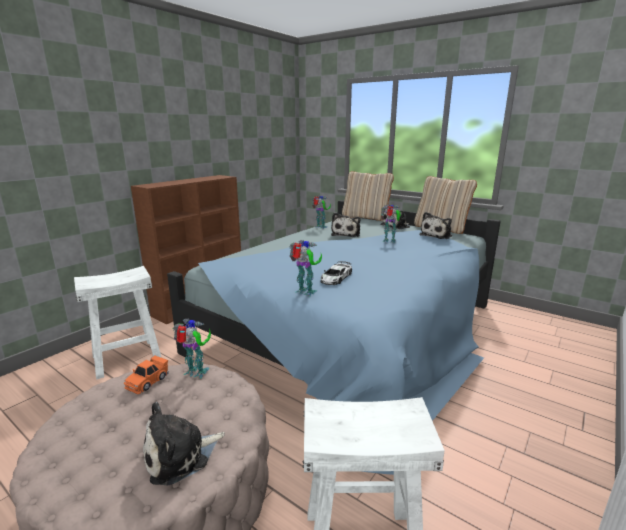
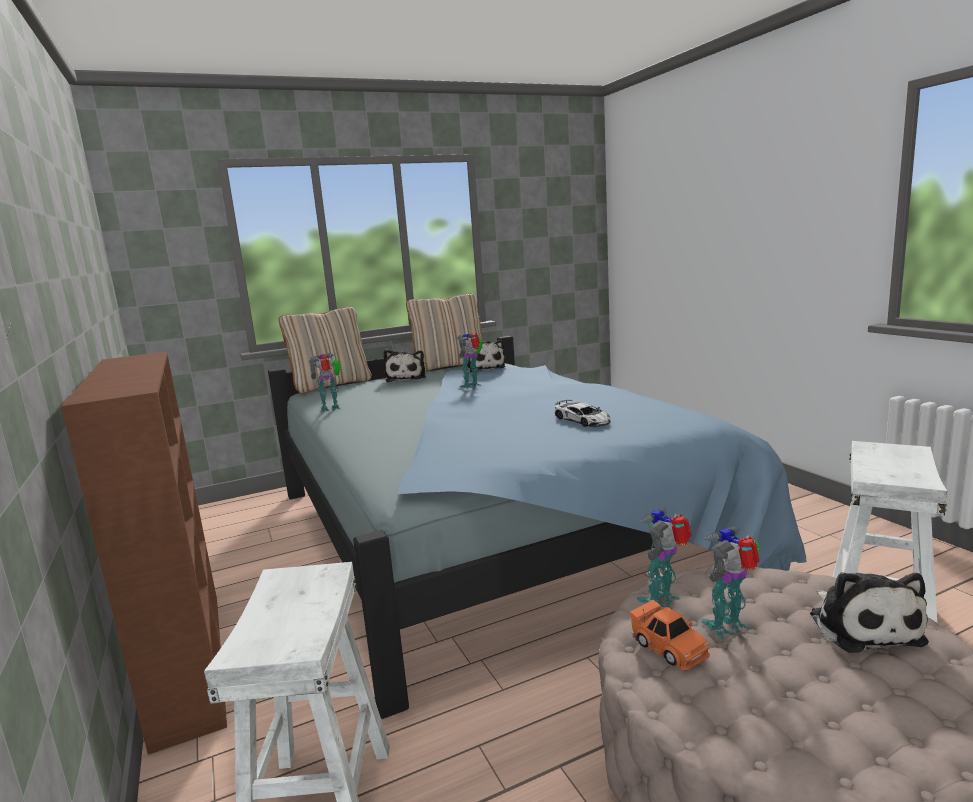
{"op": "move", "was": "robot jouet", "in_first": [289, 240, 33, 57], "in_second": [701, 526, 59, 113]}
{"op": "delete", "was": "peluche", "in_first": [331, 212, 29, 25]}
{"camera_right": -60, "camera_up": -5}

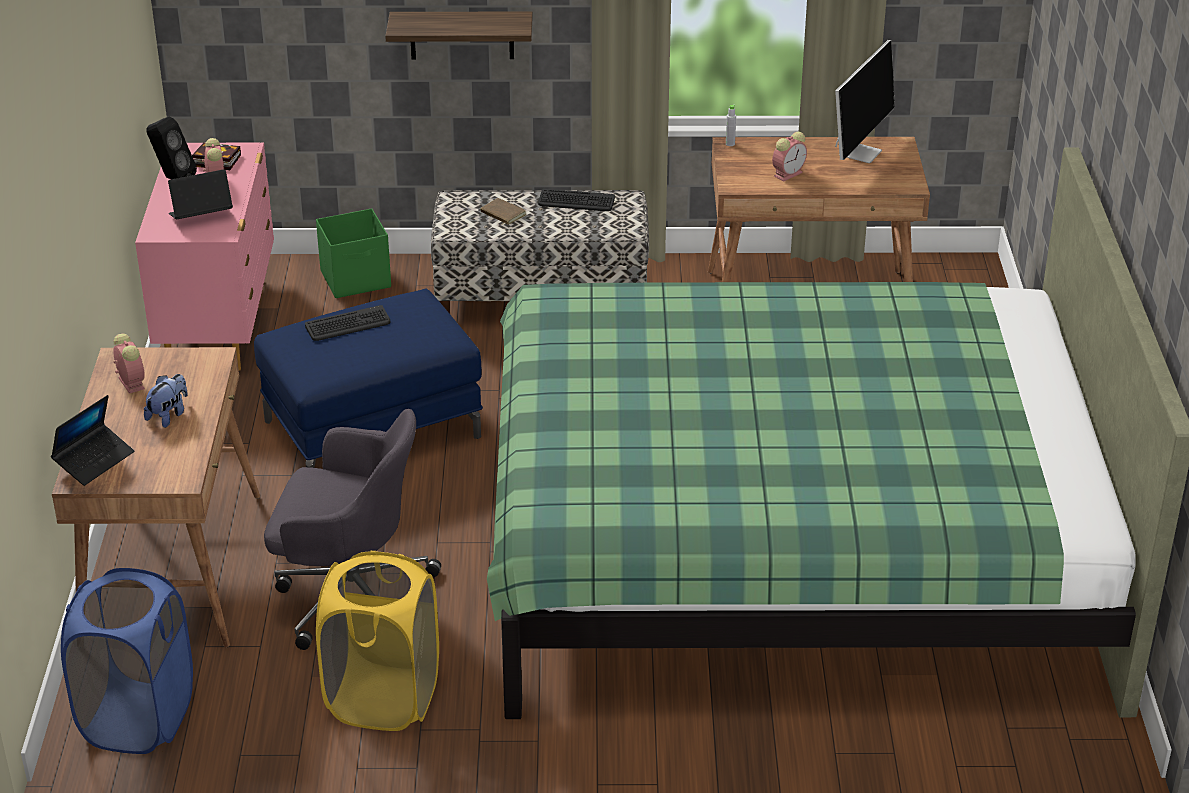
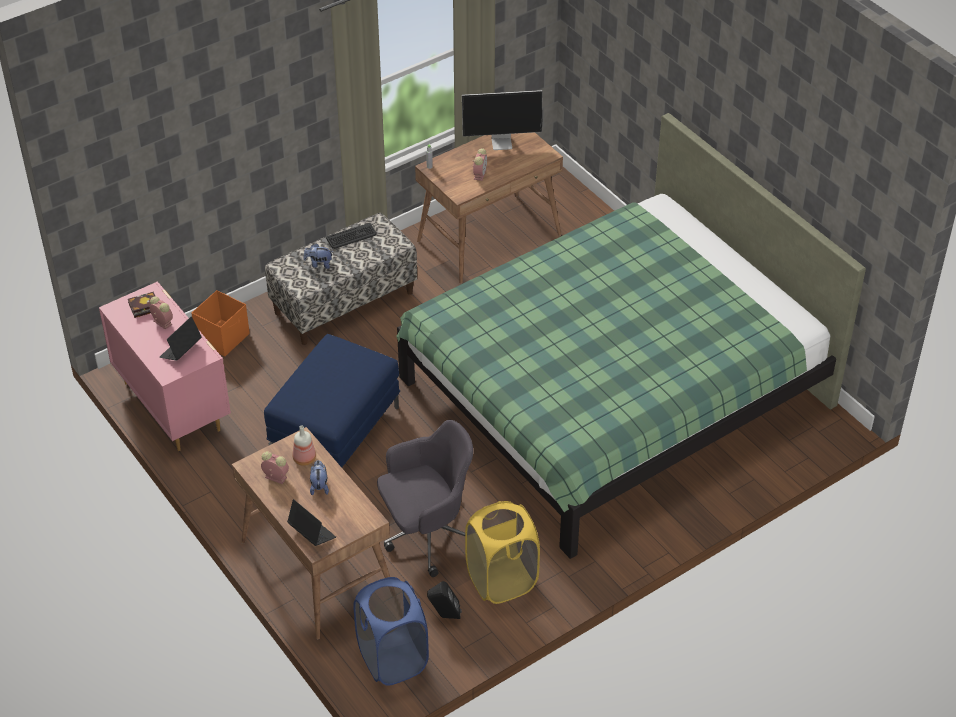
{"op": "rotate", "was": "ordinateur portable", "in_first": [51, 395, 83, 91], "in_second": [287, 499, 49, 47], "clockwise": -45}
{"op": "move", "was": "enceinte (noir)", "in_first": [146, 117, 51, 62], "in_second": [427, 581, 35, 38]}
{"op": "delete", "was": "clavier", "in_first": [305, 305, 85, 36]}
{"op": "recolor", "was": "boîte de rangement (vert)", "now": "boîte de rangement (orange)", "in_first": [316, 208, 75, 90], "in_second": [192, 290, 58, 67]}
{"op": "delete", "was": "étagère", "in_first": [385, 12, 148, 48]}
{"op": "replace", "was": "livre (marron)", "now": "peluche", "in_first": [480, 198, 46, 27], "in_second": [304, 243, 29, 26]}
{"op": "rotate", "was": "écran d'ordinateur", "in_first": [835, 40, 60, 123], "in_second": [462, 90, 80, 60], "clockwise": 90}
{"op": "insert", "now": "bouteille", "in_second": [293, 425, 23, 41]}
{"camera_right": -35, "camera_up": 10}

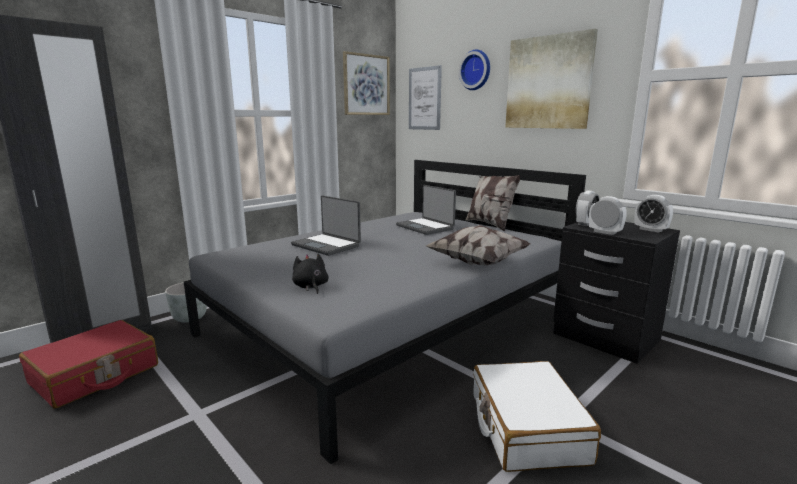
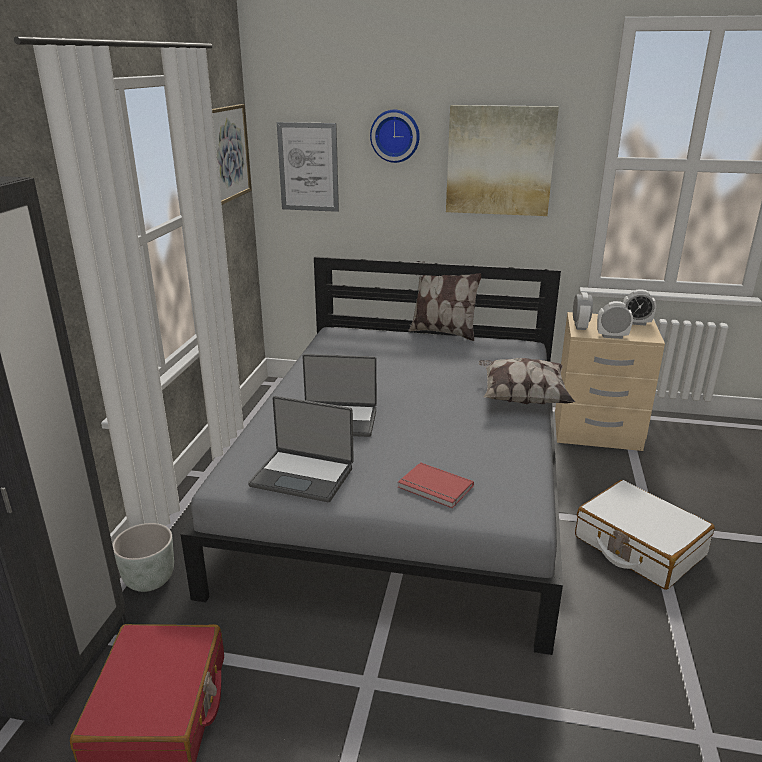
{"op": "replace", "was": "peluche (noir)", "now": "livre (rouge)", "in_first": [292, 254, 37, 40], "in_second": [398, 462, 76, 46]}
{"op": "move", "was": "ordinateur portable", "in_first": [396, 185, 60, 50], "in_second": [248, 396, 106, 106]}
{"op": "recolor", "was": "table de chevet (noir)", "now": "table de chevet (beige)", "in_first": [553, 222, 127, 142], "in_second": [555, 312, 110, 139]}
{"camera_right": -35, "camera_up": 10}

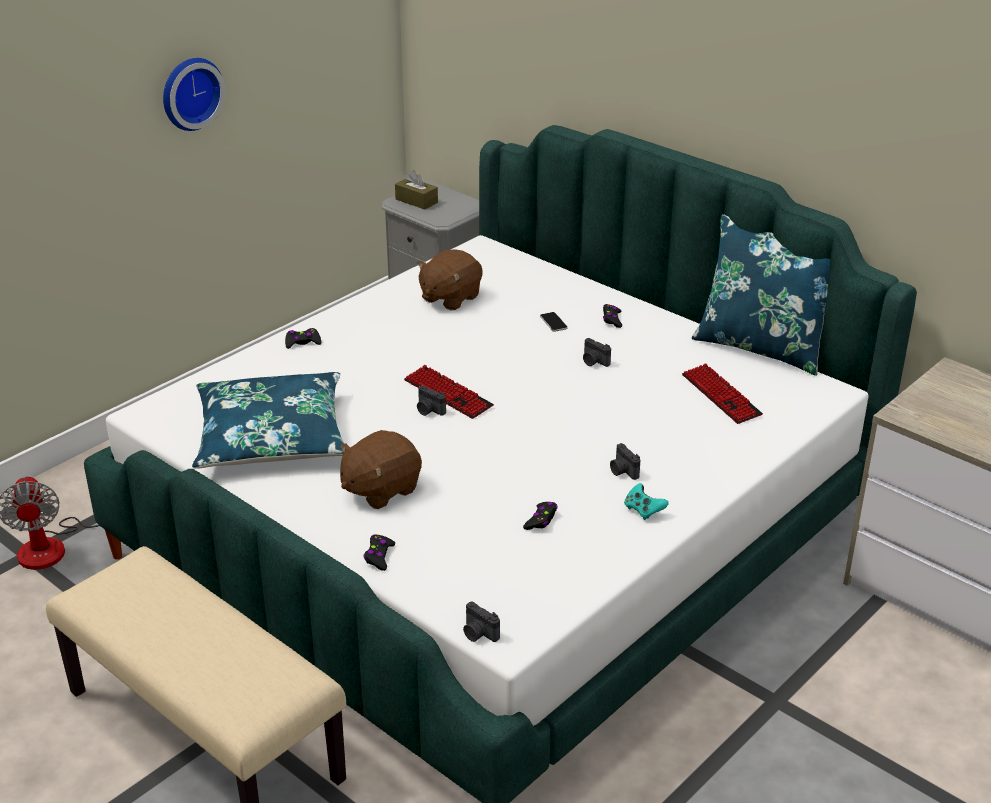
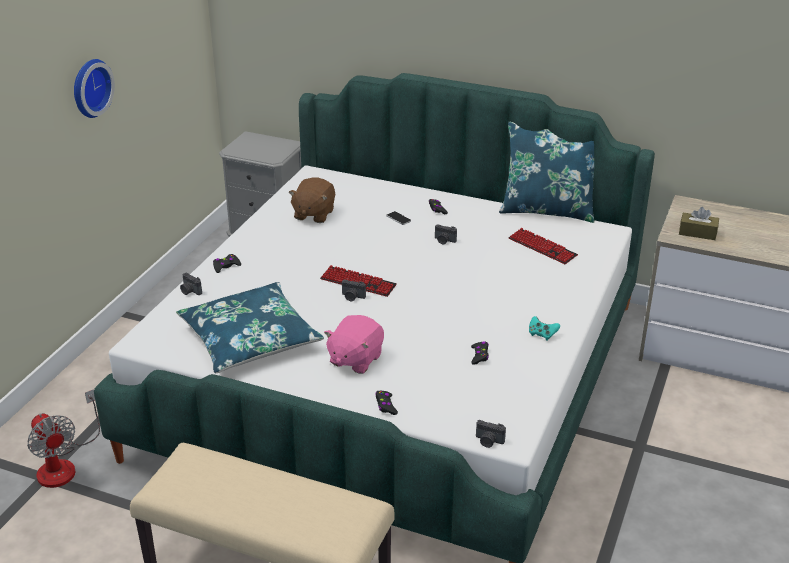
{"op": "recolor", "was": "peluche (marron)", "now": "peluche (rose)", "in_first": [340, 430, 82, 79], "in_second": [324, 315, 60, 59]}
{"op": "move", "was": "boîte à mouchoirs (marron)", "in_first": [395, 170, 43, 40], "in_second": [679, 207, 40, 33]}
{"op": "move", "was": "appareil photo", "in_first": [610, 443, 30, 37], "in_second": [180, 273, 22, 22]}
{"camera_right": -20, "camera_up": 0}

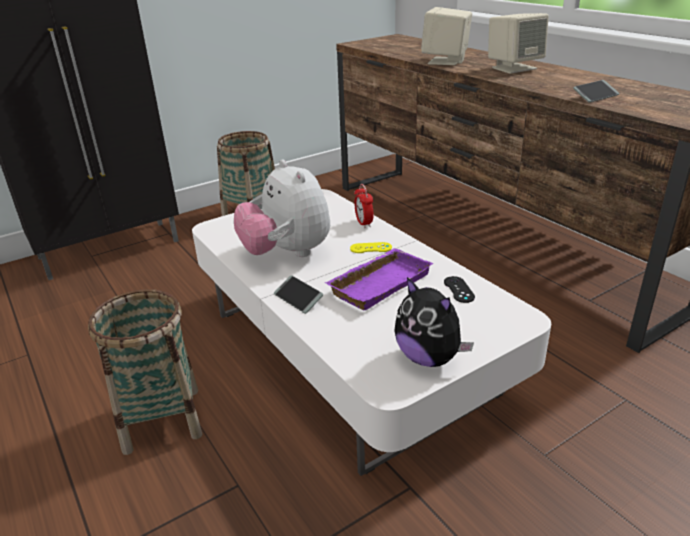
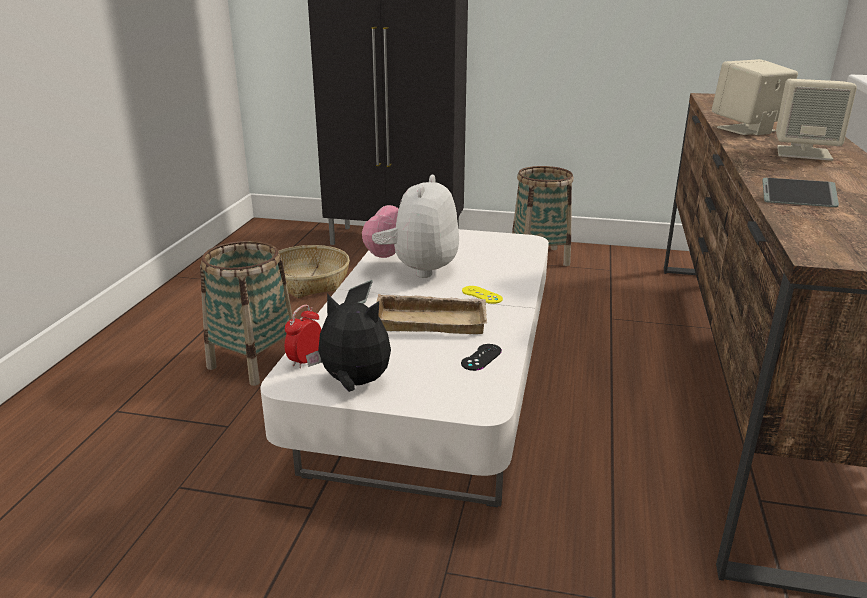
{"op": "recolor", "was": "plateau (violet)", "now": "plateau (beige)", "in_first": [325, 248, 108, 62], "in_second": [376, 294, 111, 40]}
{"op": "move", "was": "réveil", "in_first": [354, 184, 20, 44], "in_second": [285, 305, 36, 63]}
{"op": "rotate", "was": "peluche", "in_first": [394, 277, 80, 90], "in_second": [306, 293, 85, 99], "clockwise": 105}
{"op": "insert", "now": "panier", "in_second": [278, 245, 72, 53]}
{"camera_right": 45, "camera_up": -5}

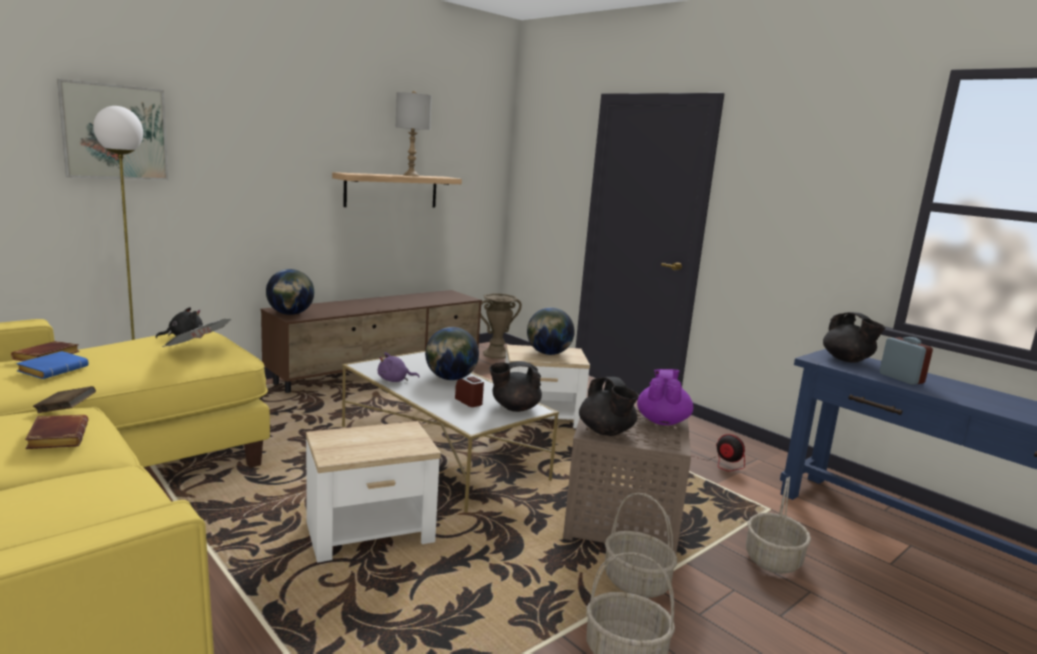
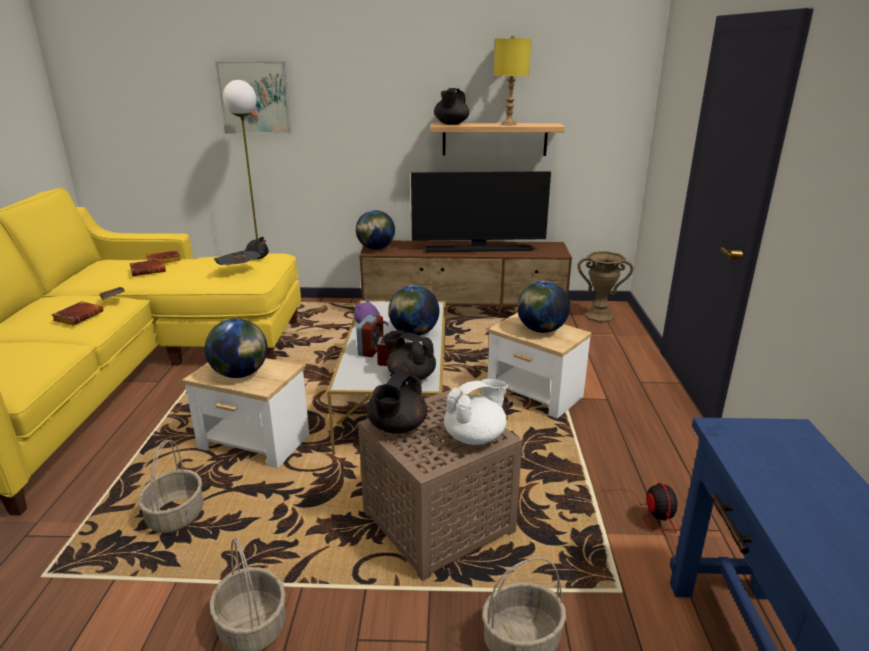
{"op": "recolor", "was": "livre (bleu)", "now": "livre (marron)", "in_first": [16, 351, 73, 28], "in_second": [129, 259, 37, 17]}
{"op": "recolor", "was": "lampe de table (gris)", "now": "lampe de table (jaune)", "in_first": [396, 91, 36, 86], "in_second": [494, 35, 37, 90]}
{"op": "move", "was": "panier", "in_first": [605, 493, 72, 105], "in_second": [138, 440, 65, 93]}
{"op": "recolor", "was": "théière (violet)", "now": "théière (blanc)", "in_first": [637, 369, 56, 56], "in_second": [444, 379, 64, 66]}
{"op": "move", "was": "théière (noir)", "in_first": [823, 312, 63, 51], "in_second": [434, 88, 35, 37]}
{"op": "move", "was": "réveil", "in_first": [880, 337, 53, 48], "in_second": [356, 315, 28, 42]}
{"op": "insert", "now": "globe", "in_second": [205, 318, 62, 60]}
{"op": "insert", "now": "téléviseur", "in_second": [411, 171, 140, 81]}
{"camera_right": 45, "camera_up": 10}

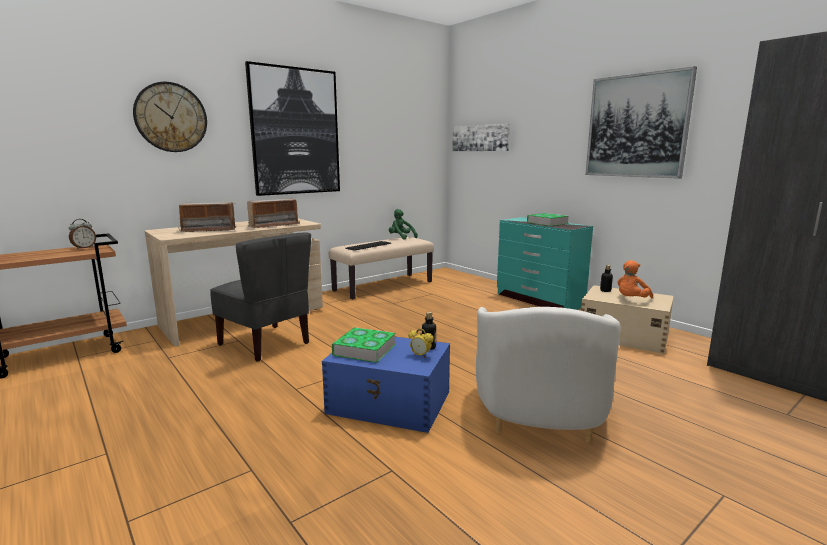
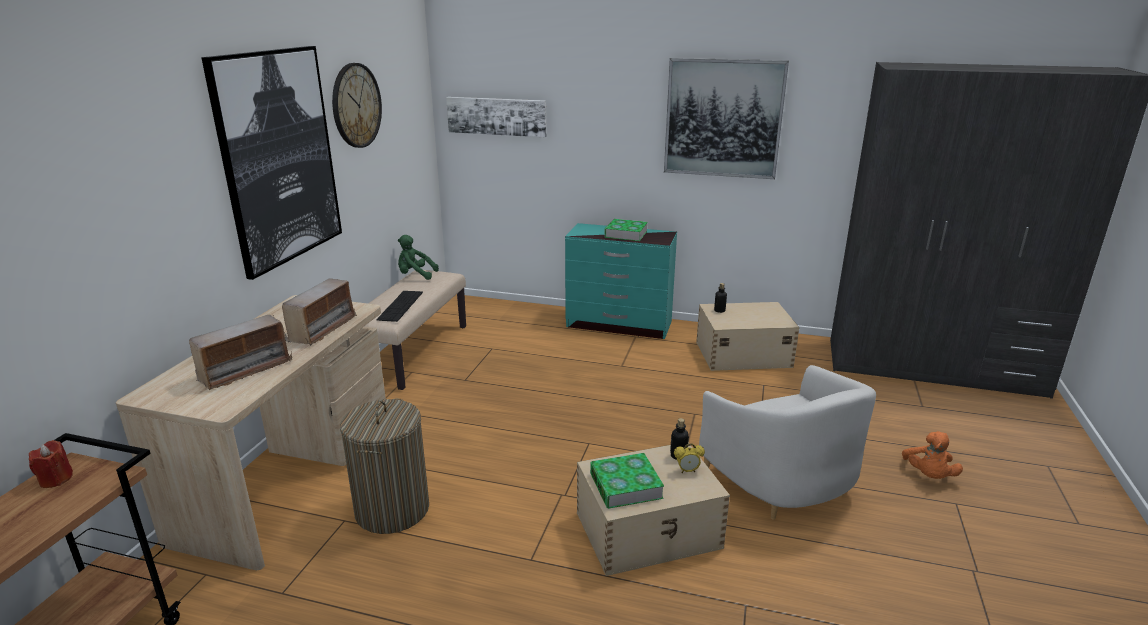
{"op": "replace", "was": "réveil", "now": "bougie (rouge)", "in_first": [69, 219, 27, 30], "in_second": [29, 440, 44, 48]}
{"op": "move", "was": "horloge murale", "in_first": [133, 82, 74, 70], "in_second": [332, 63, 50, 85]}
{"op": "replace", "was": "chaise (gris)", "now": "panier à linge", "in_first": [210, 233, 101, 129], "in_second": [340, 398, 89, 136]}
{"op": "recolor", "was": "boîte de rangement (bleu)", "now": "boîte de rangement (beige)", "in_first": [322, 337, 128, 96], "in_second": [577, 443, 153, 133]}
{"op": "move", "was": "peluche (orange)", "in_first": [617, 260, 36, 39], "in_second": [902, 431, 61, 48]}
{"camera_right": -35, "camera_up": 10}

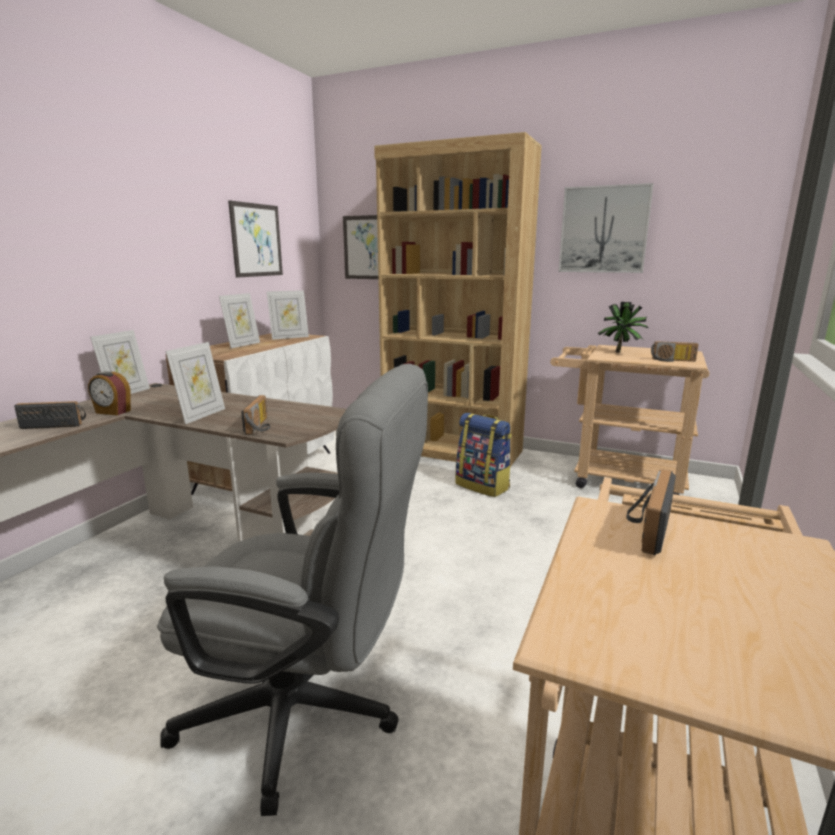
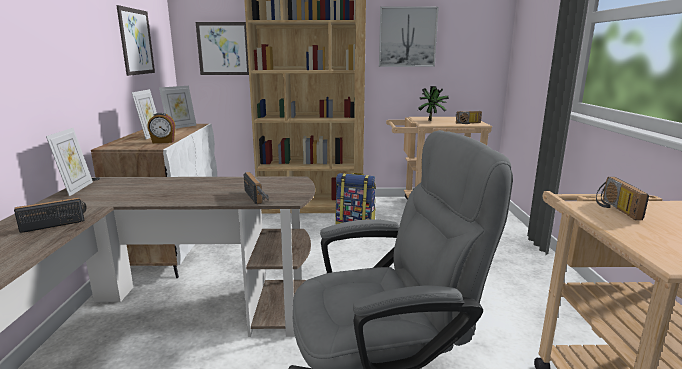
{"op": "move", "was": "réveil", "in_first": [88, 371, 43, 44], "in_second": [147, 113, 28, 30]}
{"op": "delete", "was": "cadre photo", "in_first": [165, 342, 60, 82]}
{"camera_right": -25, "camera_up": 0}

